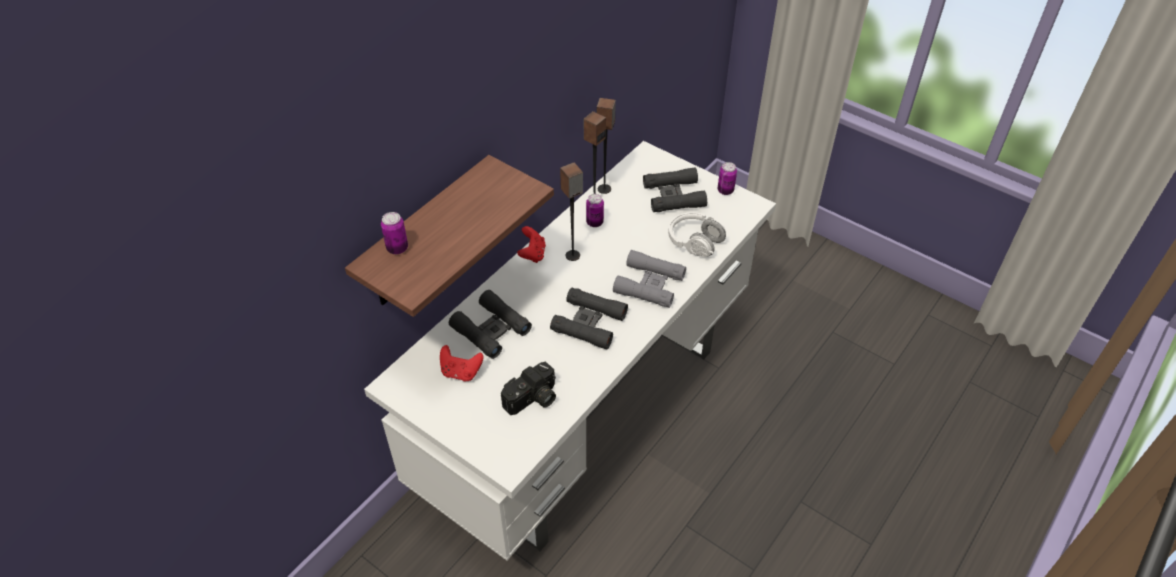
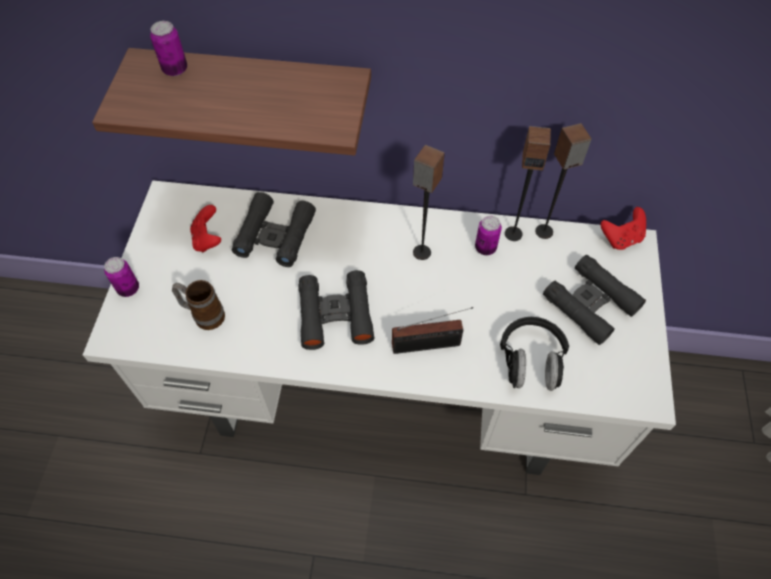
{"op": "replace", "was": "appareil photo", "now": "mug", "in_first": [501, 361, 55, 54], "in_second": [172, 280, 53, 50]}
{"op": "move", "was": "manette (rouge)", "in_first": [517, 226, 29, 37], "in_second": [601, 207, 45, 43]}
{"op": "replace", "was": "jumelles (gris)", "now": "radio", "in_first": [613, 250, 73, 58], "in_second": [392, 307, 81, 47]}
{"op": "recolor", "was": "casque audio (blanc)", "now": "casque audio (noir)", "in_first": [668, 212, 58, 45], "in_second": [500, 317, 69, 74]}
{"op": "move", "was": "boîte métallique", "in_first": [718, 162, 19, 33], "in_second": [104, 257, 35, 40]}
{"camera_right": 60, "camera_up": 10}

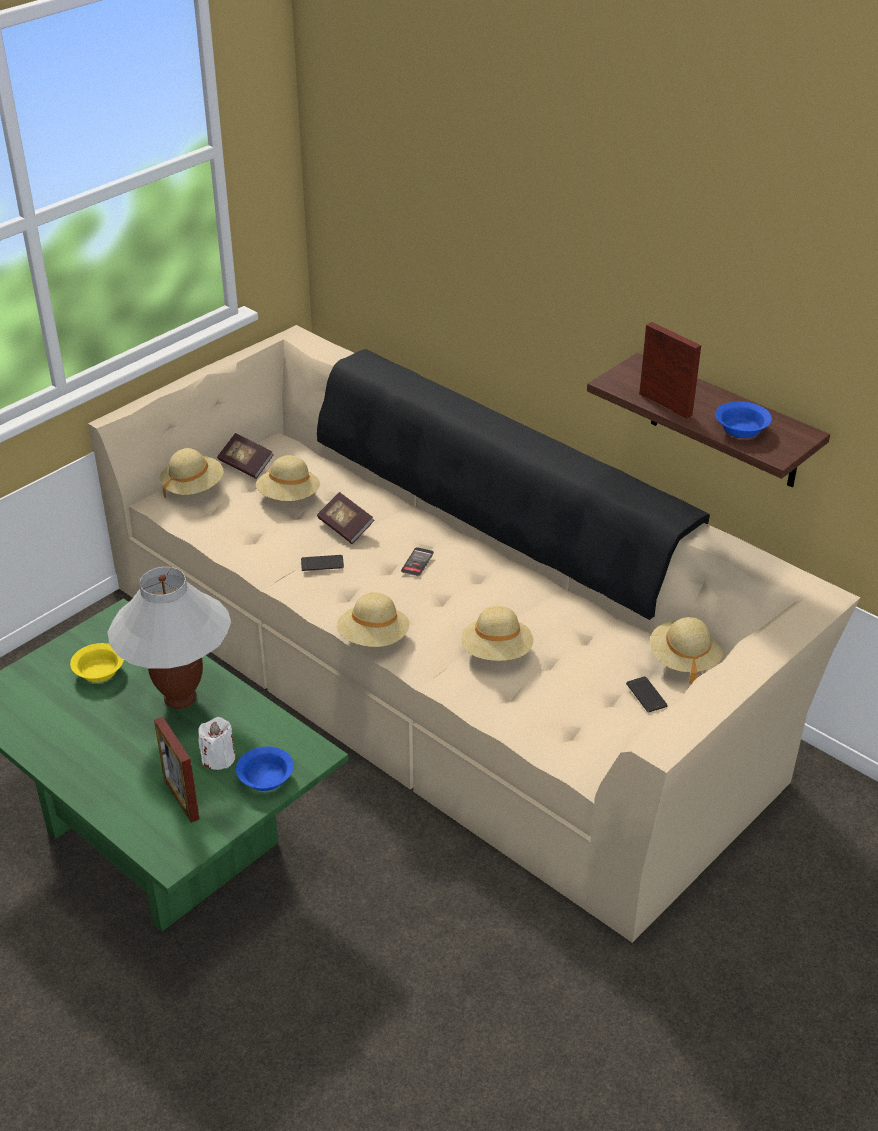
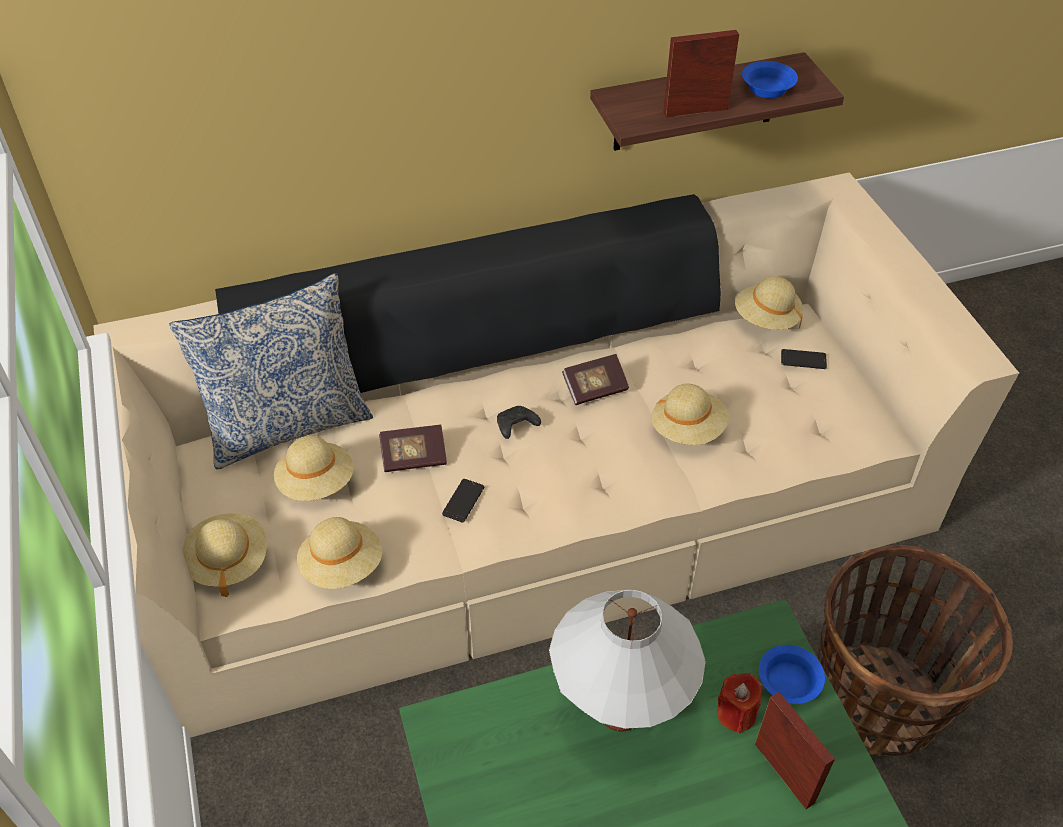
{"op": "delete", "was": "bol (jaune)", "in_first": [70, 643, 54, 39]}
{"op": "rotate", "was": "cadre photo", "in_first": [154, 716, 46, 107], "in_second": [755, 692, 80, 117], "clockwise": -120}
{"op": "recolor", "was": "bougie (blanc)", "now": "bougie (rouge)", "in_first": [198, 717, 37, 53], "in_second": [717, 673, 46, 60]}
{"op": "move", "was": "livre", "in_first": [217, 433, 57, 46], "in_second": [562, 354, 67, 51]}
{"op": "move", "was": "chapeau (beige)", "in_first": [337, 592, 72, 55], "in_second": [297, 517, 85, 72]}
{"op": "replace", "was": "téléphone", "now": "manette (noir)", "in_first": [401, 547, 33, 29], "in_second": [497, 406, 44, 33]}
{"op": "insert", "now": "coussin", "in_second": [169, 273, 204, 197]}
{"op": "insert", "now": "panier", "in_second": [818, 545, 195, 212]}
{"camera_right": -60, "camera_up": 10}

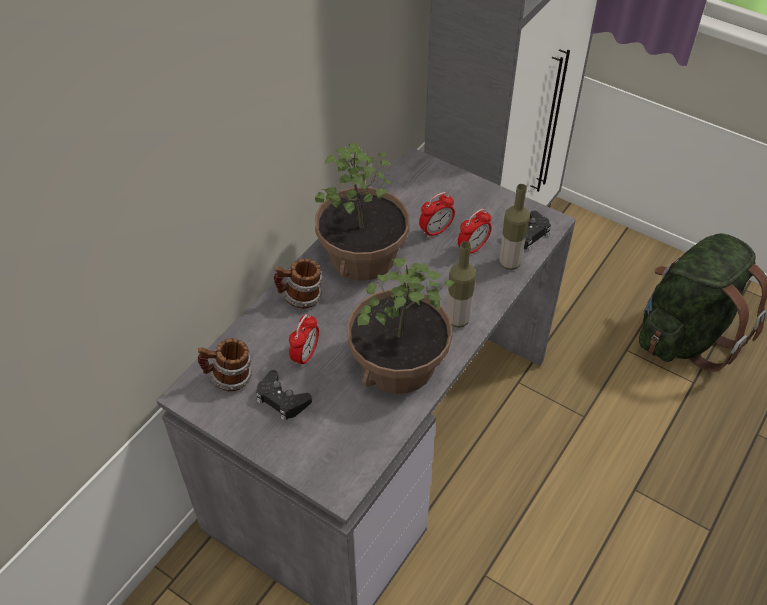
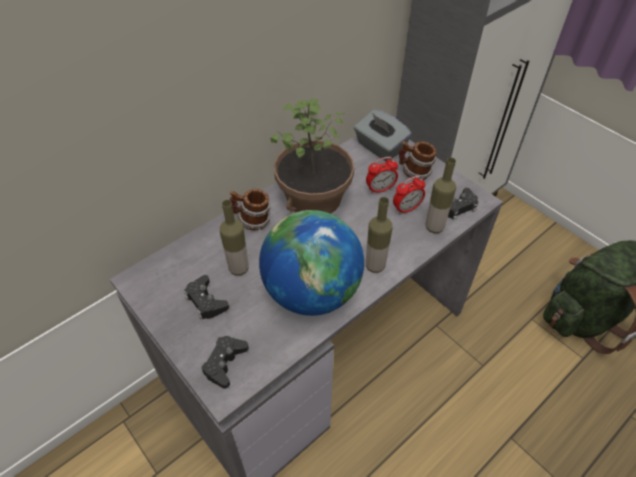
{"op": "move", "was": "mug", "in_first": [198, 338, 54, 53], "in_second": [399, 141, 37, 39]}
{"op": "replace", "was": "réveil", "now": "bouteille", "in_first": [289, 313, 30, 54], "in_second": [220, 200, 29, 76]}
{"op": "replace", "was": "plante en pot", "now": "globe", "in_first": [347, 259, 108, 135], "in_second": [259, 210, 105, 106]}
{"op": "insert", "now": "manette (noir)", "in_second": [202, 336, 47, 53]}
{"op": "insert", "now": "boîte à mouchoirs (gris)", "in_second": [354, 109, 58, 52]}
{"camera_right": 15, "camera_up": 0}

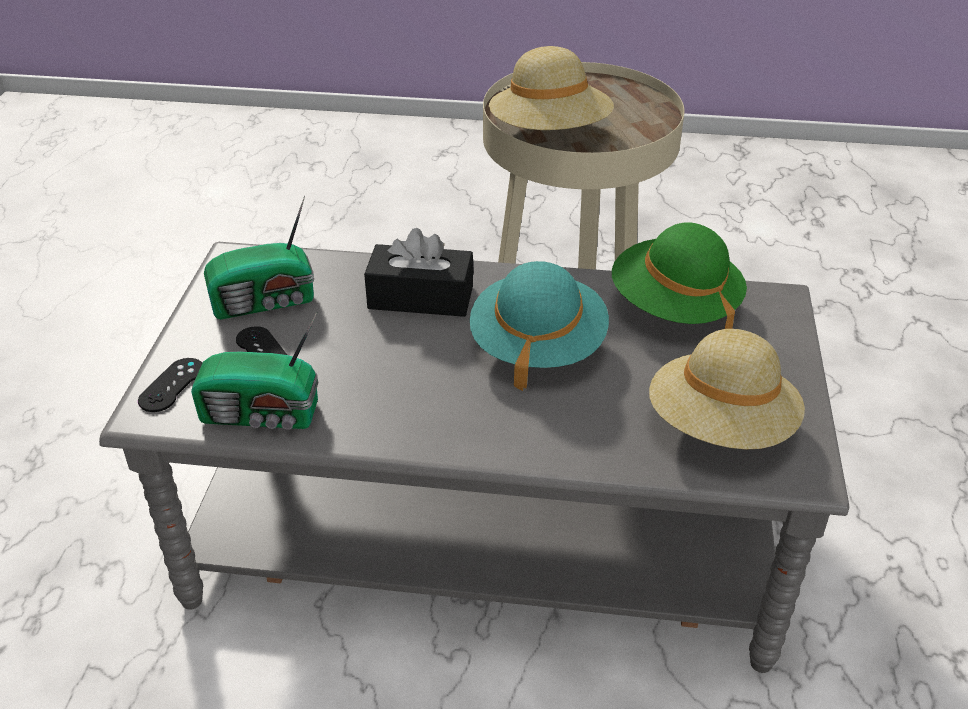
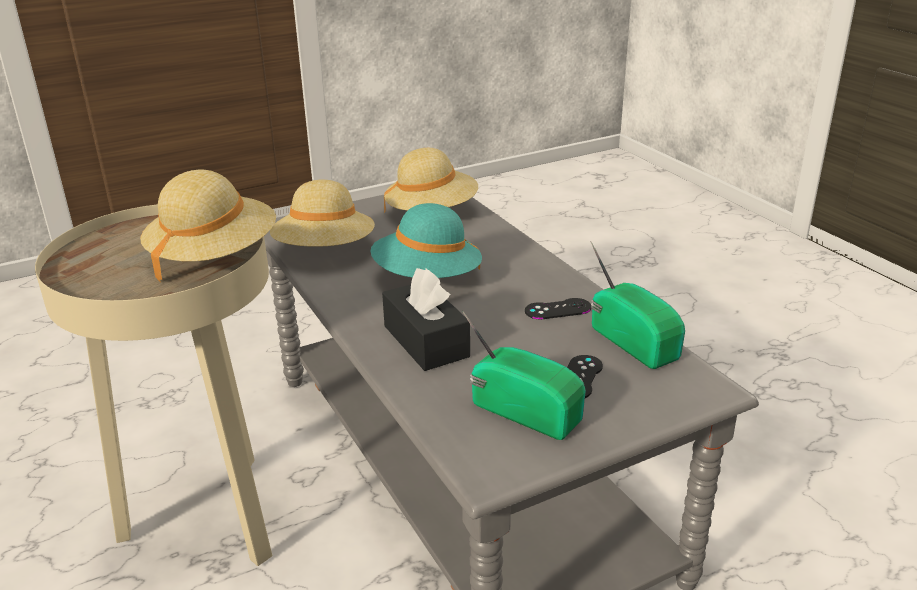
{"op": "move", "was": "manette (noir)", "in_first": [138, 358, 64, 54], "in_second": [525, 298, 66, 21]}
{"op": "recolor", "was": "chapeau (vert)", "now": "chapeau (beige)", "in_first": [612, 222, 135, 107], "in_second": [270, 180, 105, 67]}
{"camera_right": -125, "camera_up": -10}

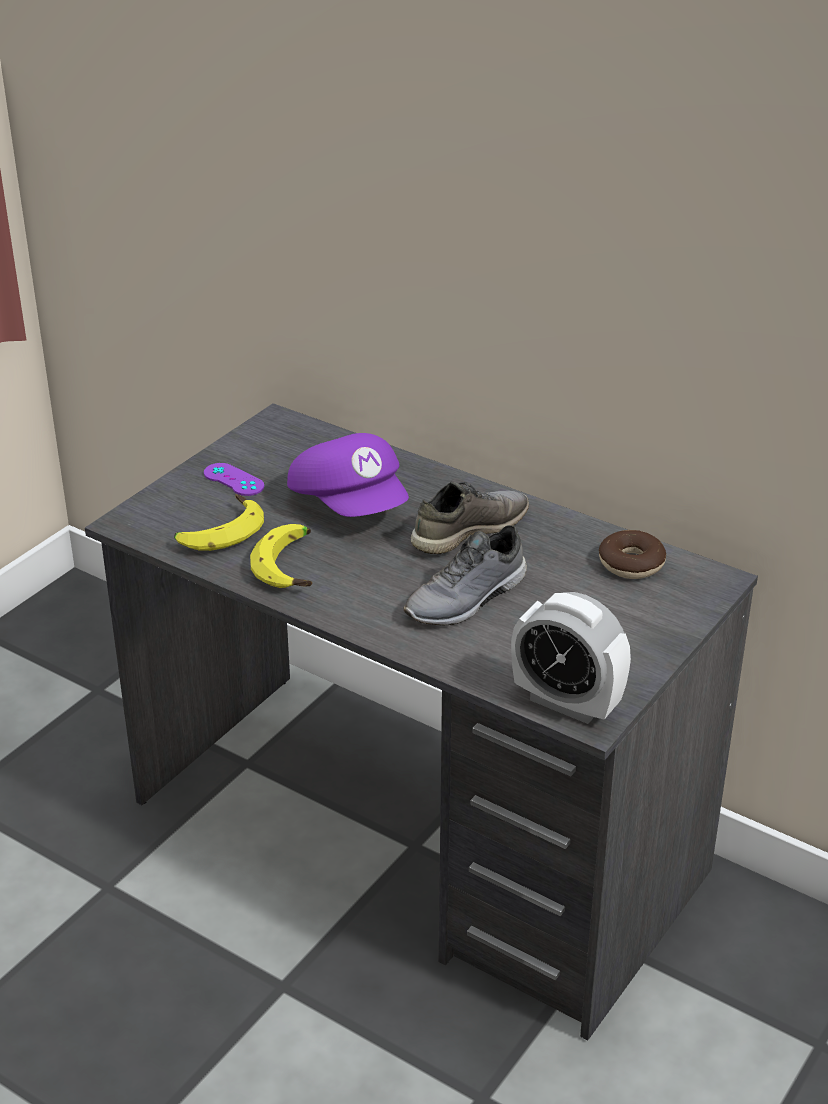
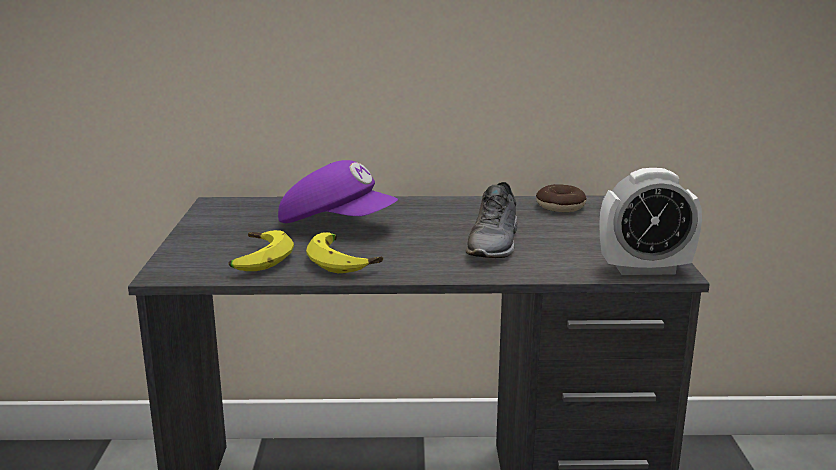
{"op": "delete", "was": "manette (violet)", "in_first": [204, 463, 60, 33]}
{"op": "delete", "was": "chaussure (gris)", "in_first": [411, 481, 118, 73]}
{"camera_right": -35, "camera_up": -15}

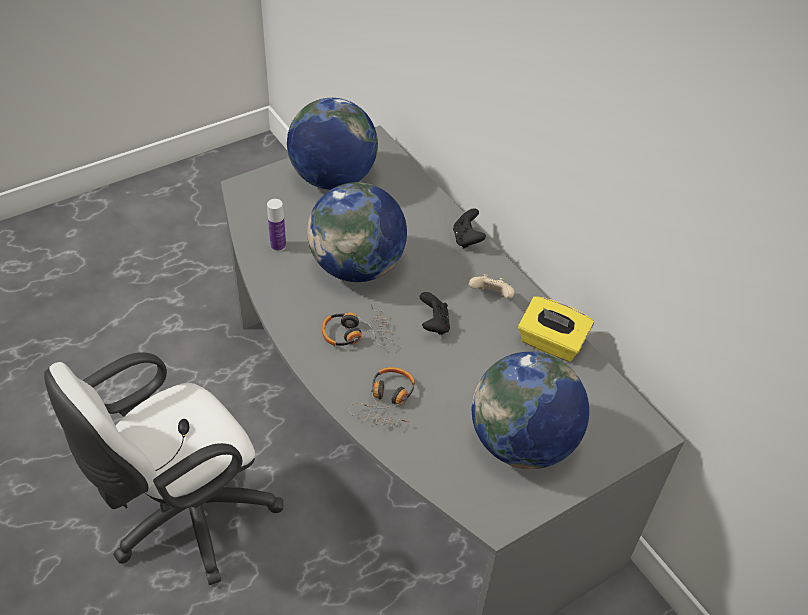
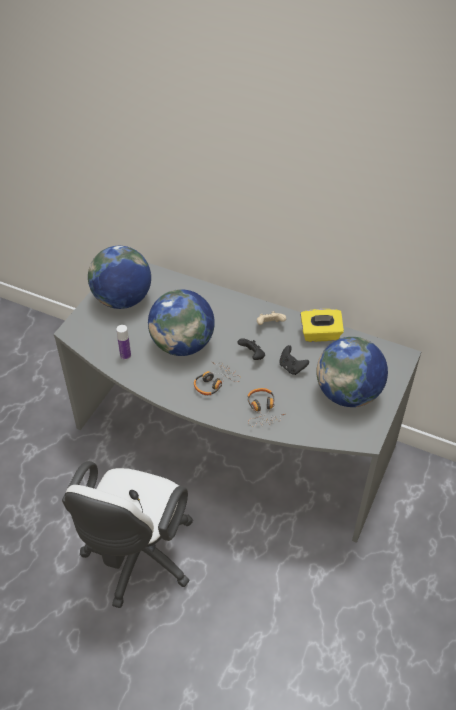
{"op": "move", "was": "manette (noir)", "in_first": [453, 208, 33, 40], "in_second": [279, 345, 30, 30]}
{"camera_right": -30, "camera_up": 0}

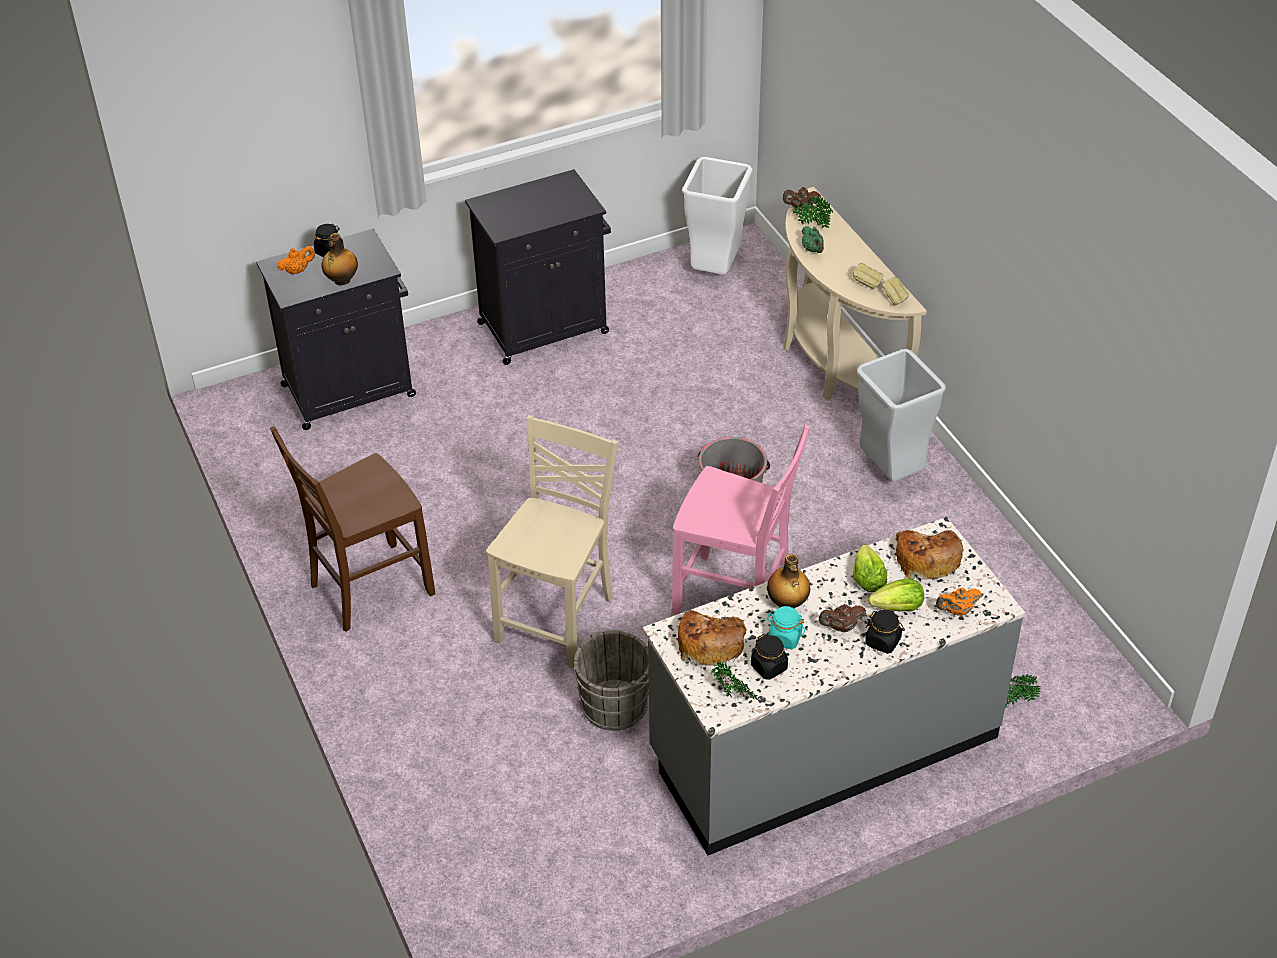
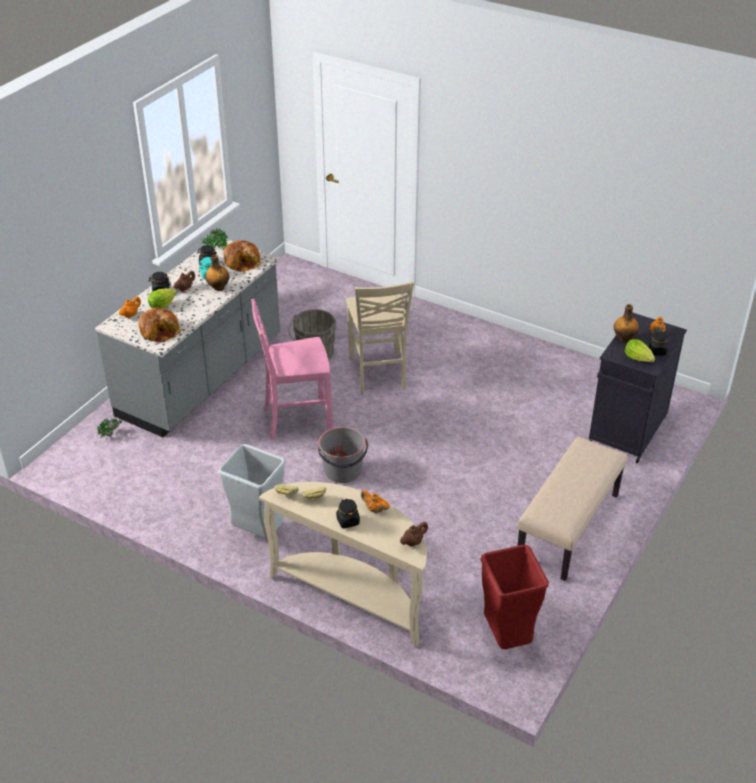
{"op": "delete", "was": "chaise (marron)", "in_first": [270, 426, 165, 206]}
{"op": "replace", "was": "meuble de rangement (noir)", "now": "banc (beige)", "in_first": [465, 169, 146, 196], "in_second": [517, 436, 111, 145]}
{"op": "recolor", "was": "poubelle (blanc)", "now": "poubelle (rouge)", "in_first": [682, 157, 71, 117], "in_second": [481, 545, 68, 104]}
{"op": "delete", "was": "plante en pot", "in_first": [793, 196, 40, 32]}
{"op": "recolor", "was": "théière (vert)", "now": "théière (orange)", "in_first": [802, 226, 22, 27], "in_second": [361, 490, 29, 23]}
{"op": "move", "was": "laitue", "in_first": [853, 545, 34, 47], "in_second": [625, 339, 30, 23]}
{"op": "insert", "now": "bocal (noir)", "in_second": [336, 498, 24, 30]}
{"camera_right": 145, "camera_up": -5}

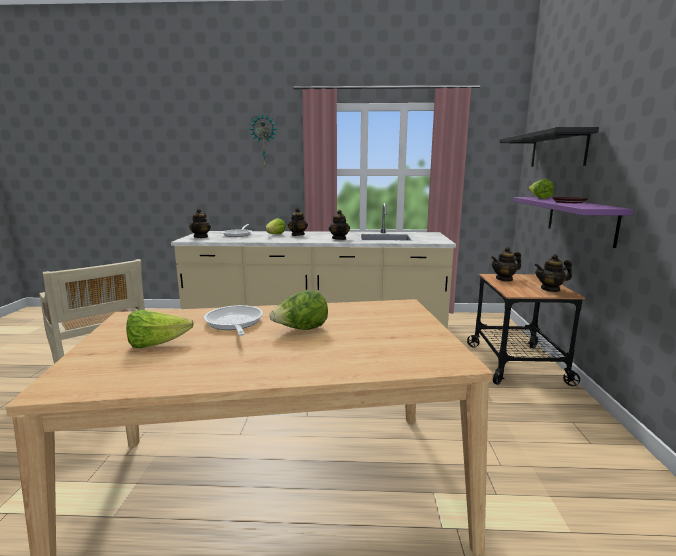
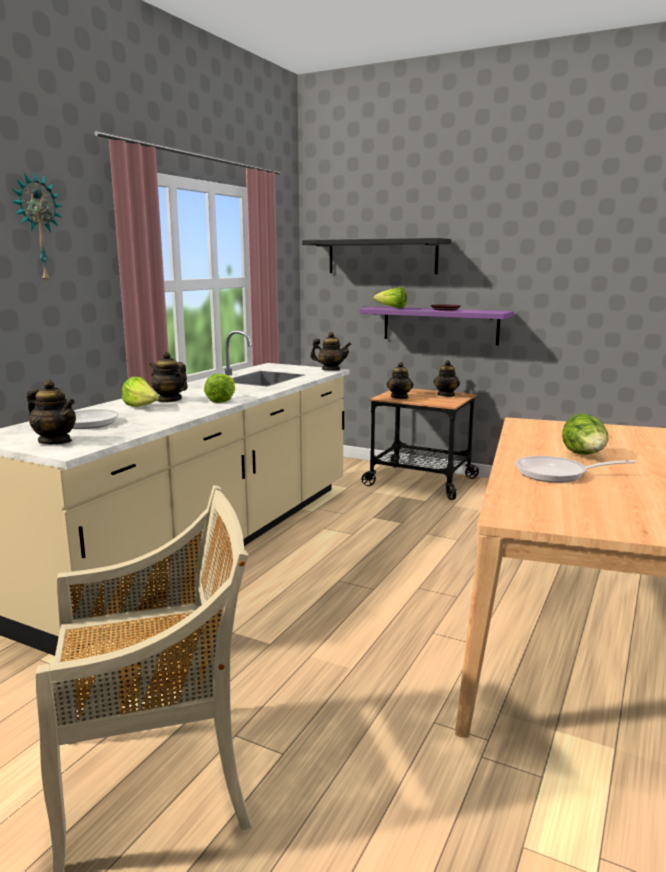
{"op": "move", "was": "laitue", "in_first": [126, 310, 68, 38], "in_second": [204, 374, 31, 29]}
{"op": "move", "was": "théière", "in_first": [329, 210, 21, 30], "in_second": [310, 332, 41, 39]}
{"camera_right": -65, "camera_up": 0}

